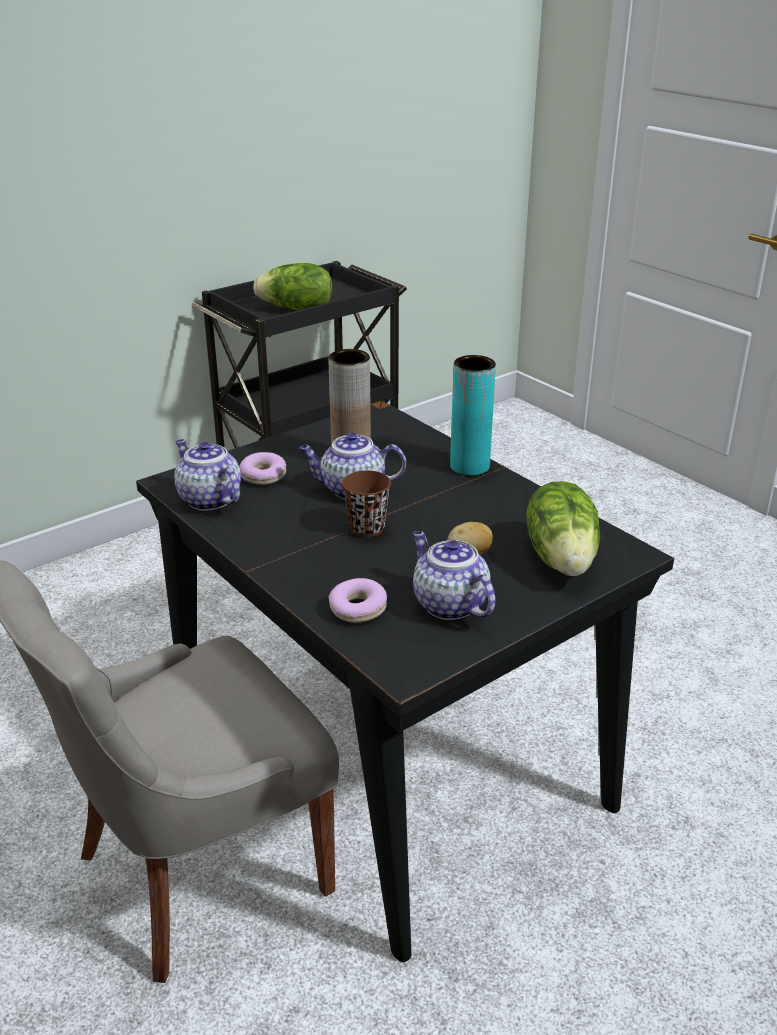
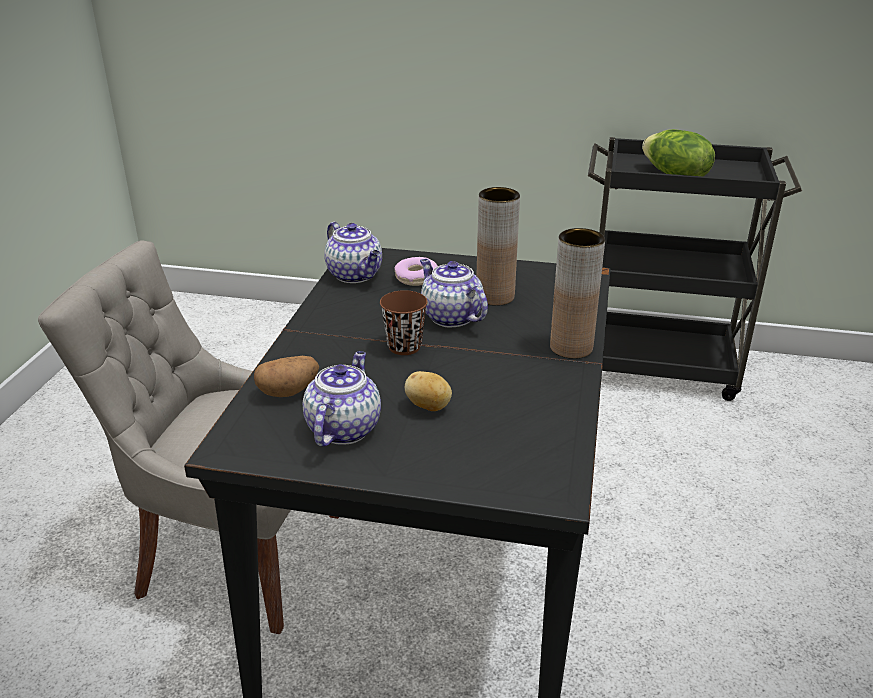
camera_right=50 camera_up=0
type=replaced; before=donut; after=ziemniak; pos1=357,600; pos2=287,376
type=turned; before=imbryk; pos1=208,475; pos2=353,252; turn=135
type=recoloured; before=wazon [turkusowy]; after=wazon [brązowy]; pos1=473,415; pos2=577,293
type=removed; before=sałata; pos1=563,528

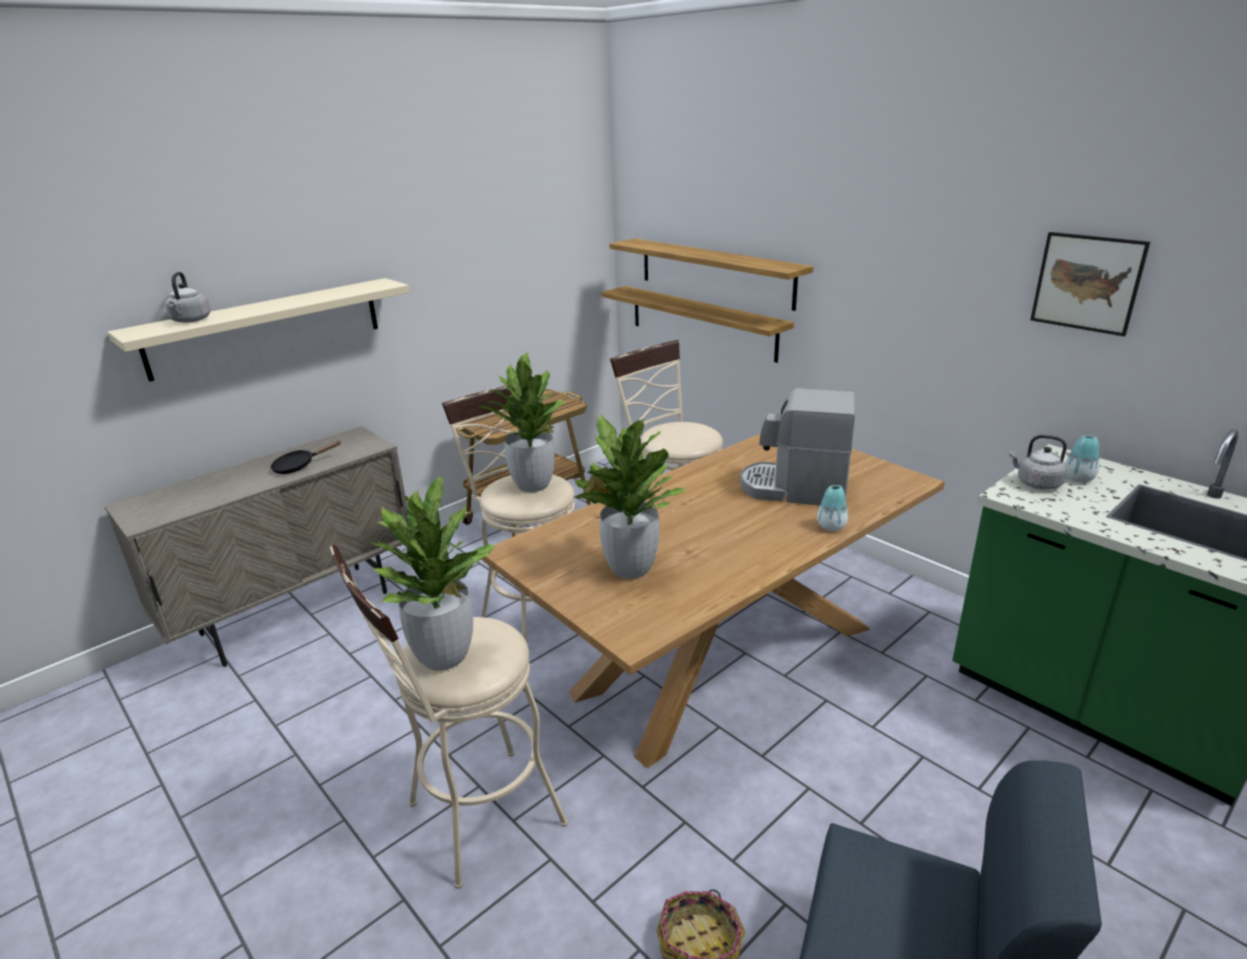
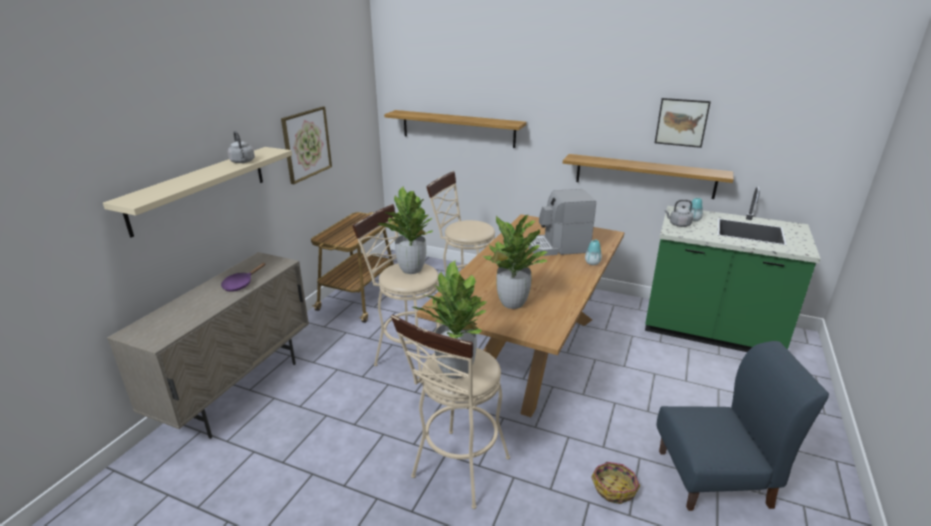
camera_right=-25 camera_up=0
type=recoloured; before=patelnia [czarny]; after=patelnia [fioletowy]; pos1=305,457; pos2=243,277
type=moved; before=czajnik [szary]; pos1=188,297; pos2=241,147
type=added; after=obraz; pos2=306,145
type=moved; before=półka; pos1=697,324; pos2=648,176

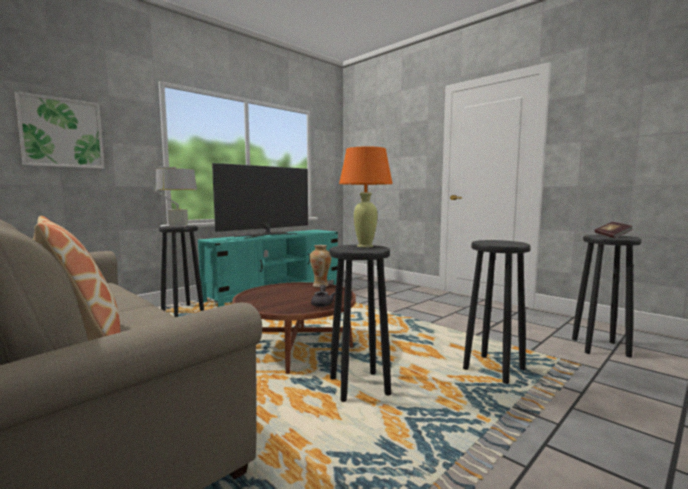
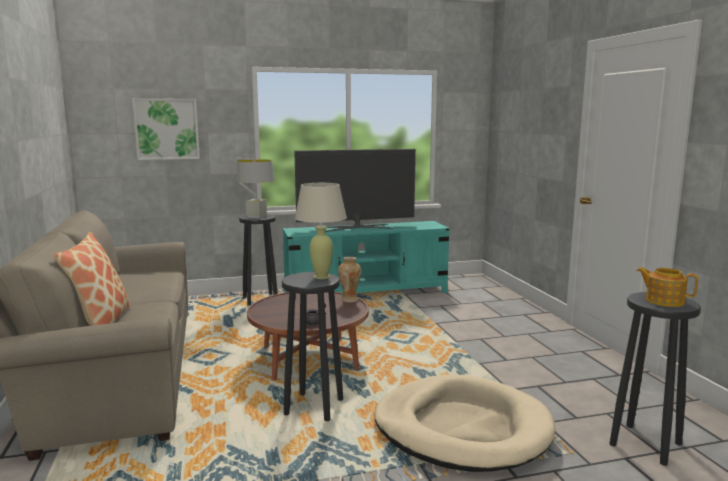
camera_right=30 camera_up=5
type=recoloured; before=lampa stołowa [pomarańczowy]; after=lampa stołowa [beżowy]; pos1=366,197; pos2=321,231
type=replaced; before=stołek [czarny]; after=legowisko [beżowy]; pos1=497,312; pos2=464,423
type=replaced; before=książka; after=imbryk; pos1=613,230; pos2=667,287

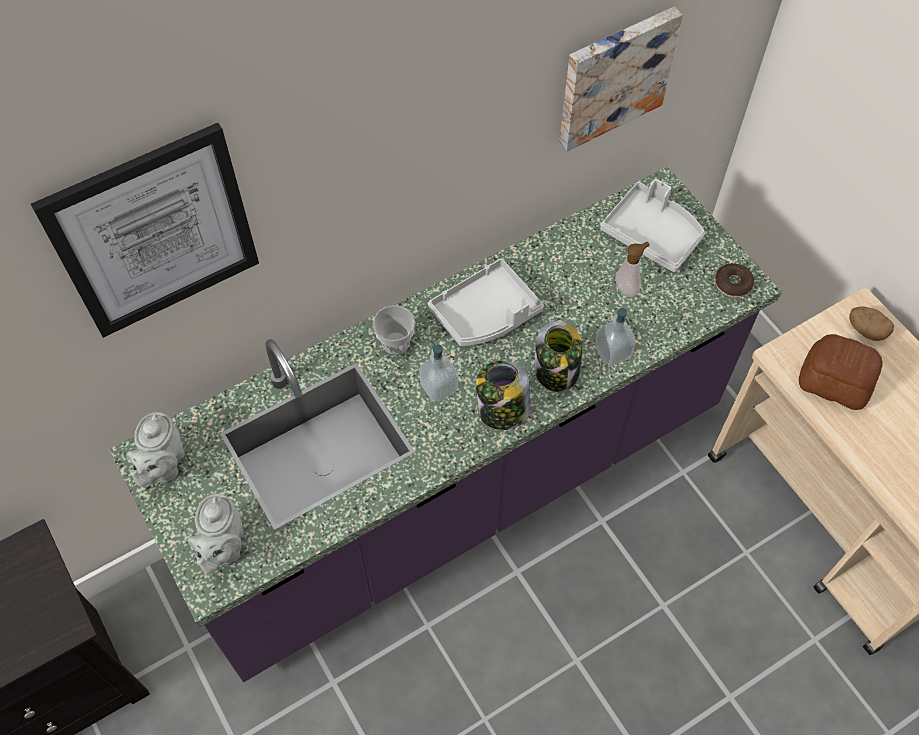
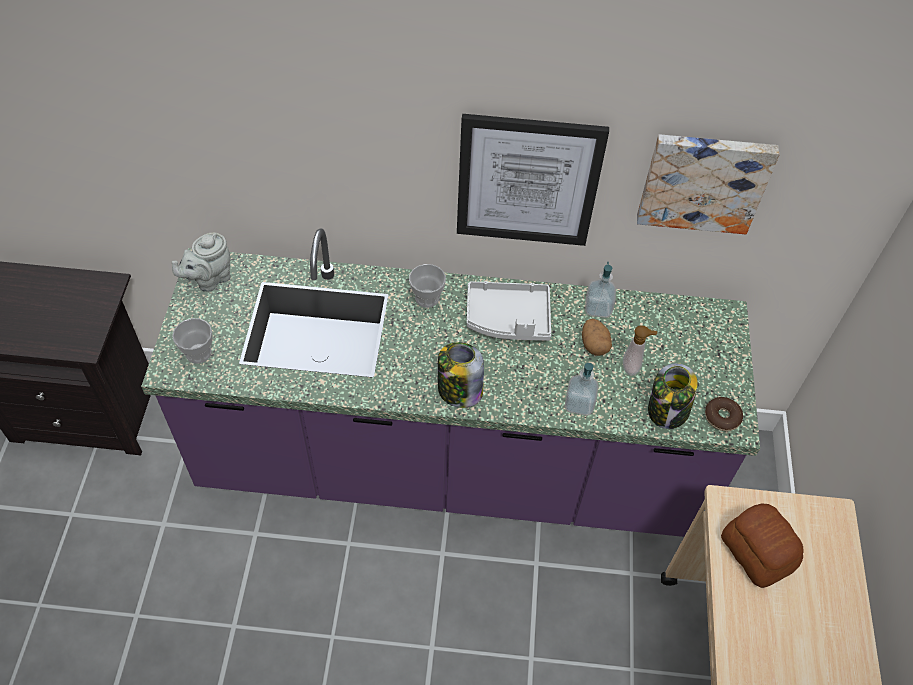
camera_right=35 camera_up=-5
type=replaced; before=imbryk [szary]; after=filiżanka; pos1=216,534; pos2=192,341
type=moved; before=obraz; pos1=145,230; pos2=533,180
type=moved; before=ziemniak; pos1=871,323; pos2=597,337
type=moved; before=dozownik mydła; pos1=438,371; pos2=600,289
type=moved; before=słoik; pos1=558,356; pos2=673,396
type=removed; before=taca [szary]; pos1=652,225

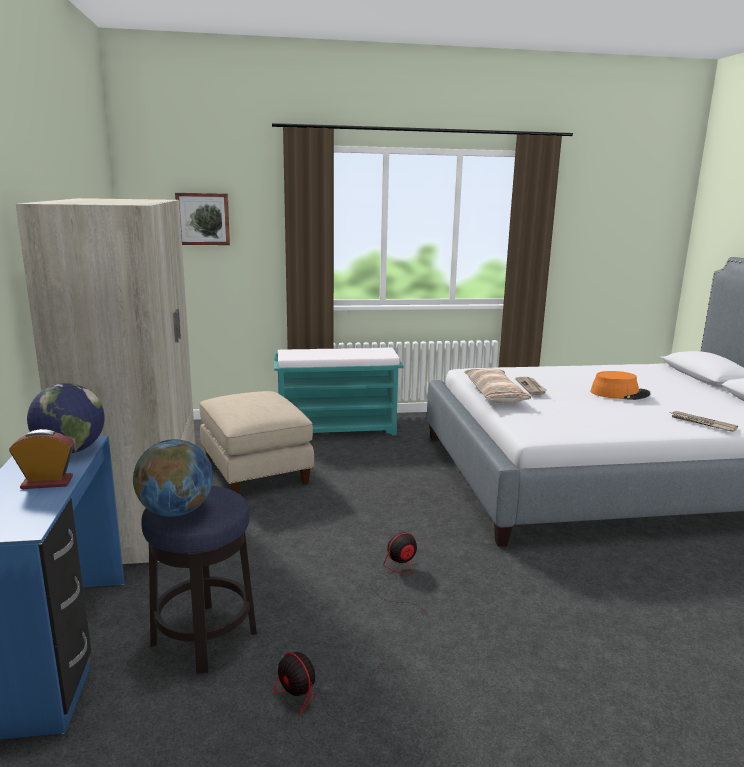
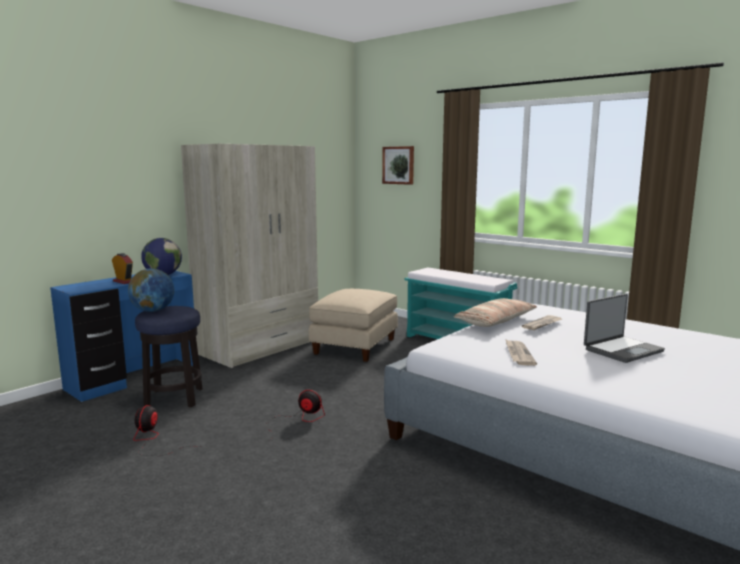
camera_right=50 camera_up=-5
type=moved; before=gazeta; pos1=704,421; pos2=521,352
type=replaced; before=kapelusz [pomarańczowy]; after=laptop; pos1=621,385; pos2=624,328

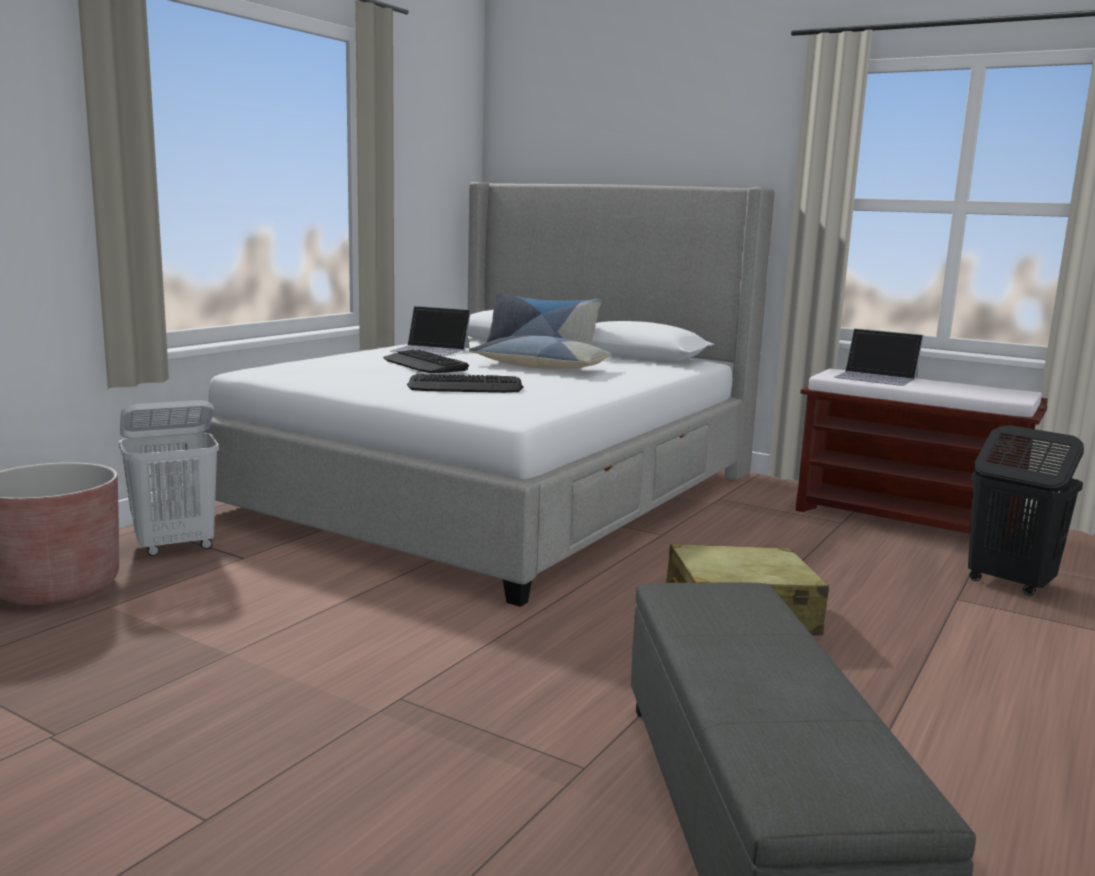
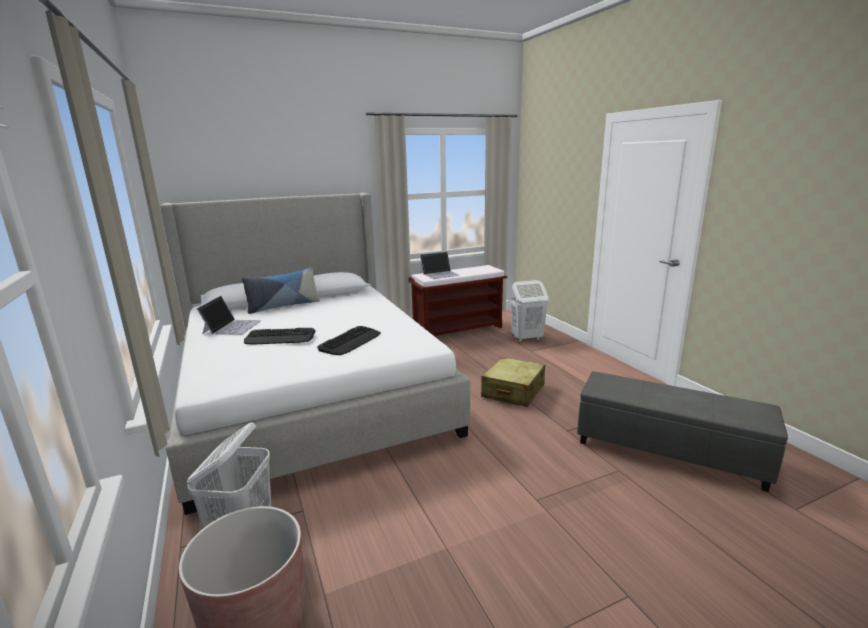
camera_right=-55 camera_up=5
type=turned; before=laptop; pos1=430,331; pos2=228,315; turn=-45
type=recoloured; before=kosz na pranie [czarny]; after=kosz na pranie [biały]; pos1=1026,510; pos2=529,311
type=removed; before=poduszka; pos1=540,352

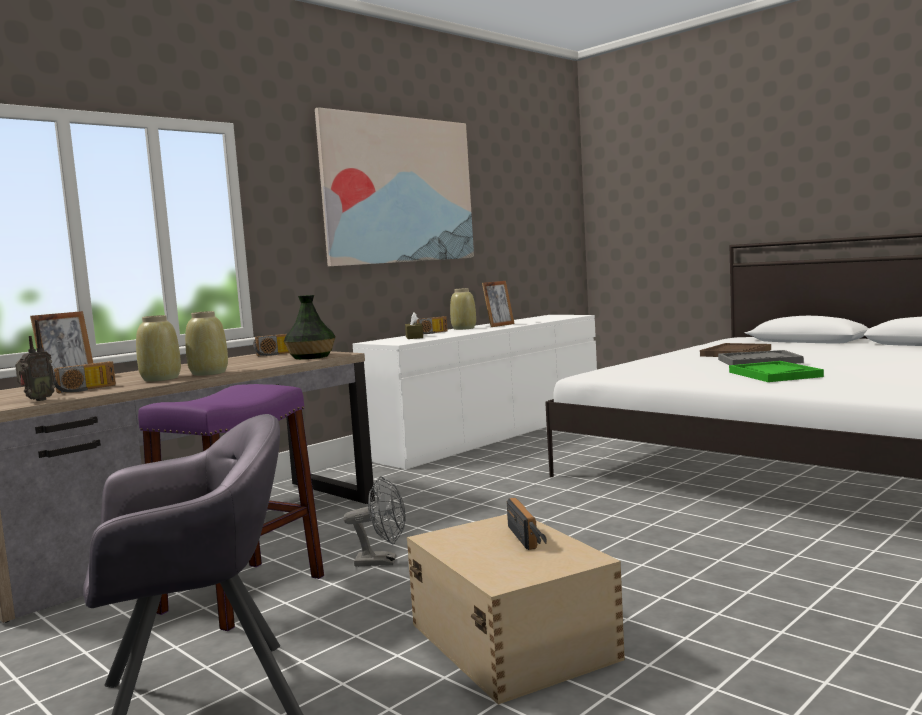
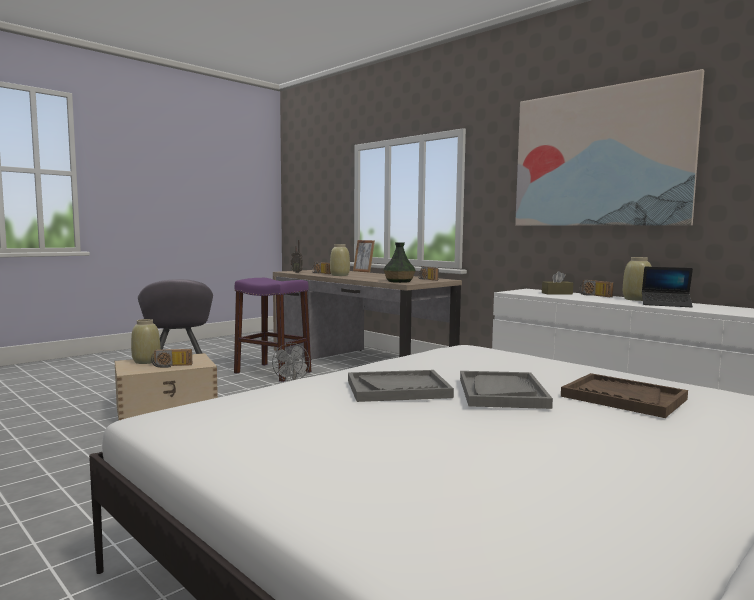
camera_right=90 camera_up=0
type=moved; before=wazon [beżowy]; pos1=206,343; pos2=145,341
type=recoloured; before=taca [zielony]; after=taca [szary]; pos1=776,371; pos2=401,386
type=replaced; before=ramka na zdjęcie; after=laptop; pos1=498,304; pos2=667,287

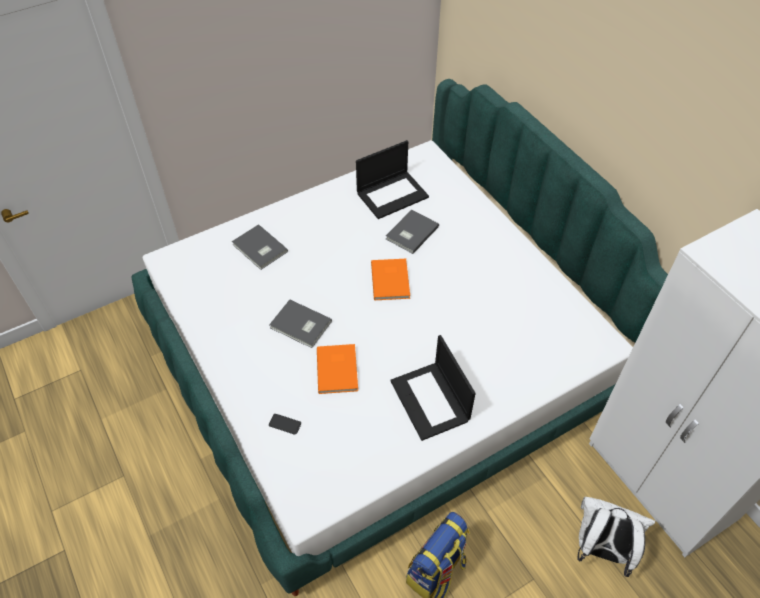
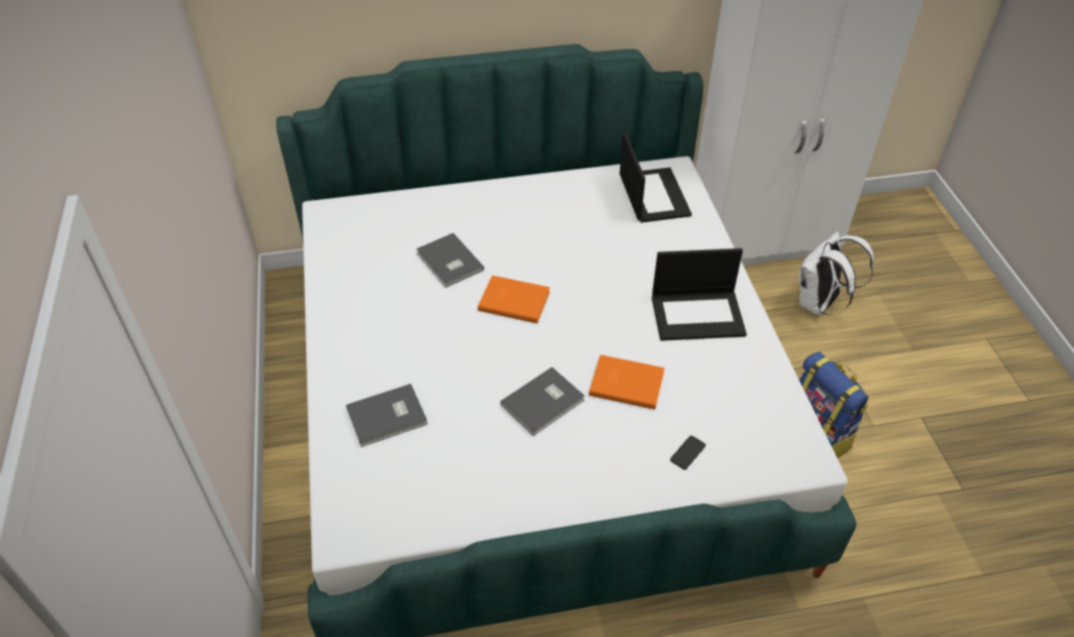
camera_right=-70 camera_up=-5
type=moved; before=laptop; pos1=392,179; pos2=656,177

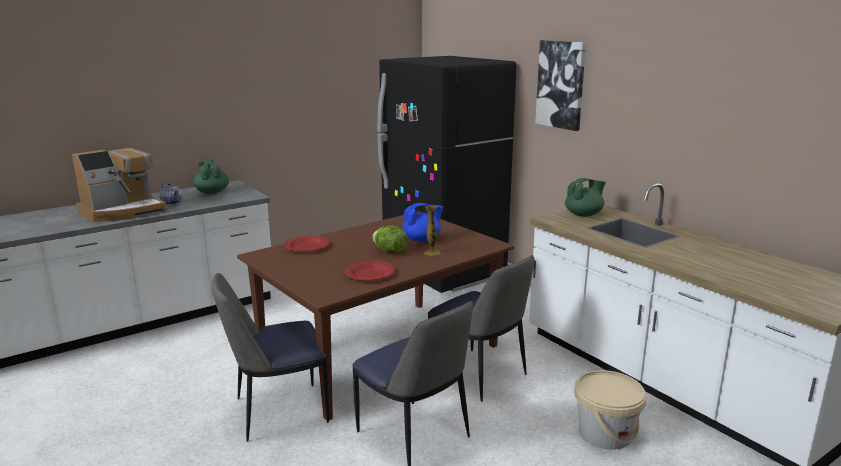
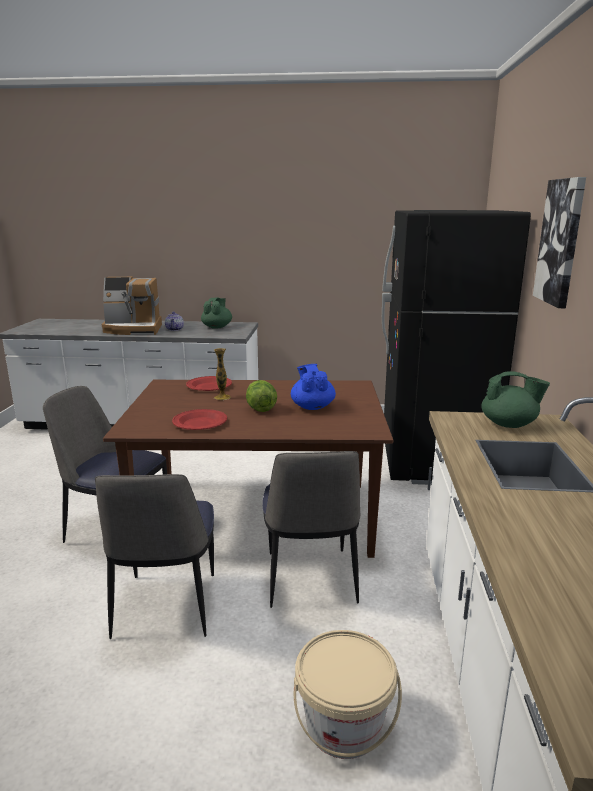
camera_right=40 camera_up=0
type=moved; before=wazon; pos1=432,231; pos2=222,374
type=turned; before=imbryk [niebieski]; pos1=422,222; pos2=313,387; turn=-120

